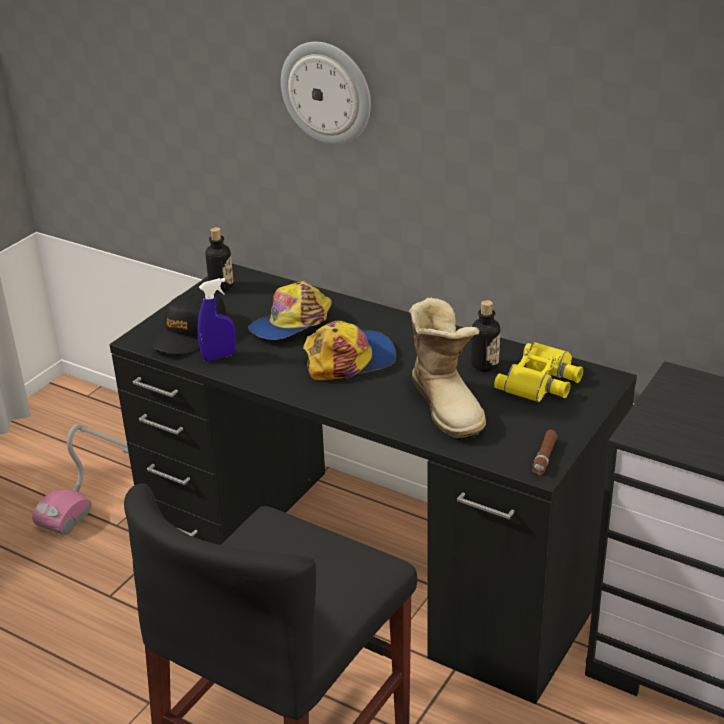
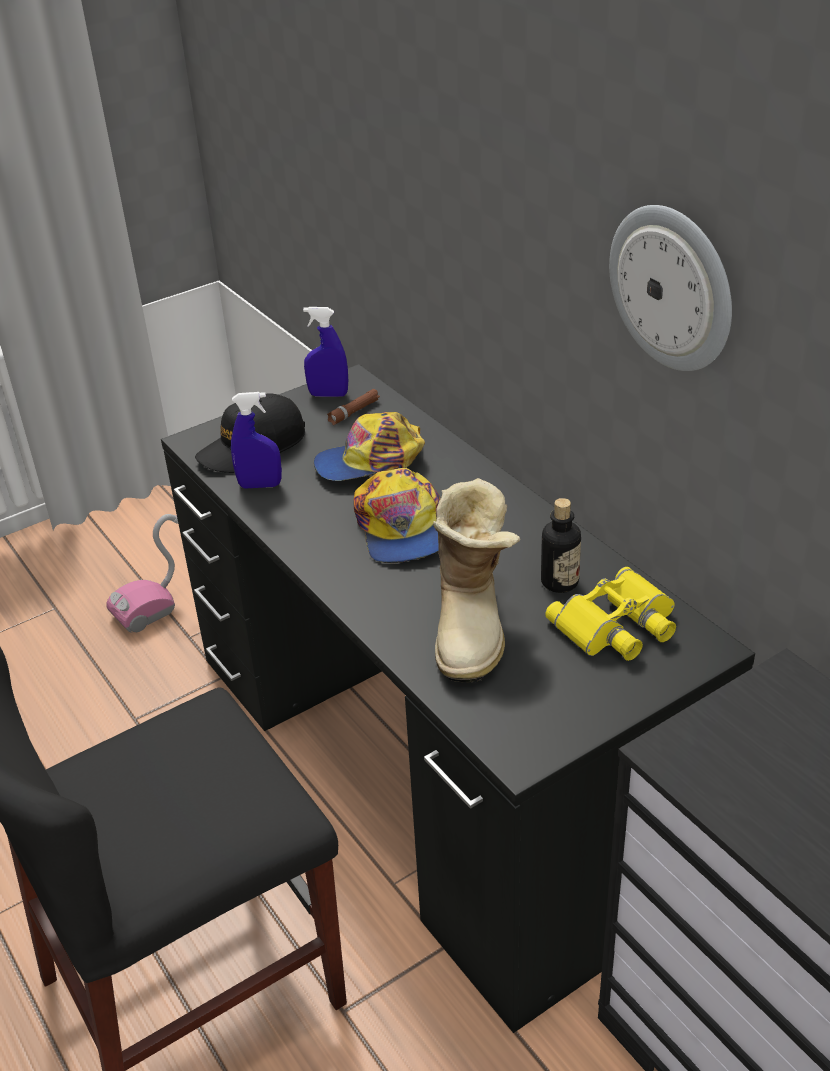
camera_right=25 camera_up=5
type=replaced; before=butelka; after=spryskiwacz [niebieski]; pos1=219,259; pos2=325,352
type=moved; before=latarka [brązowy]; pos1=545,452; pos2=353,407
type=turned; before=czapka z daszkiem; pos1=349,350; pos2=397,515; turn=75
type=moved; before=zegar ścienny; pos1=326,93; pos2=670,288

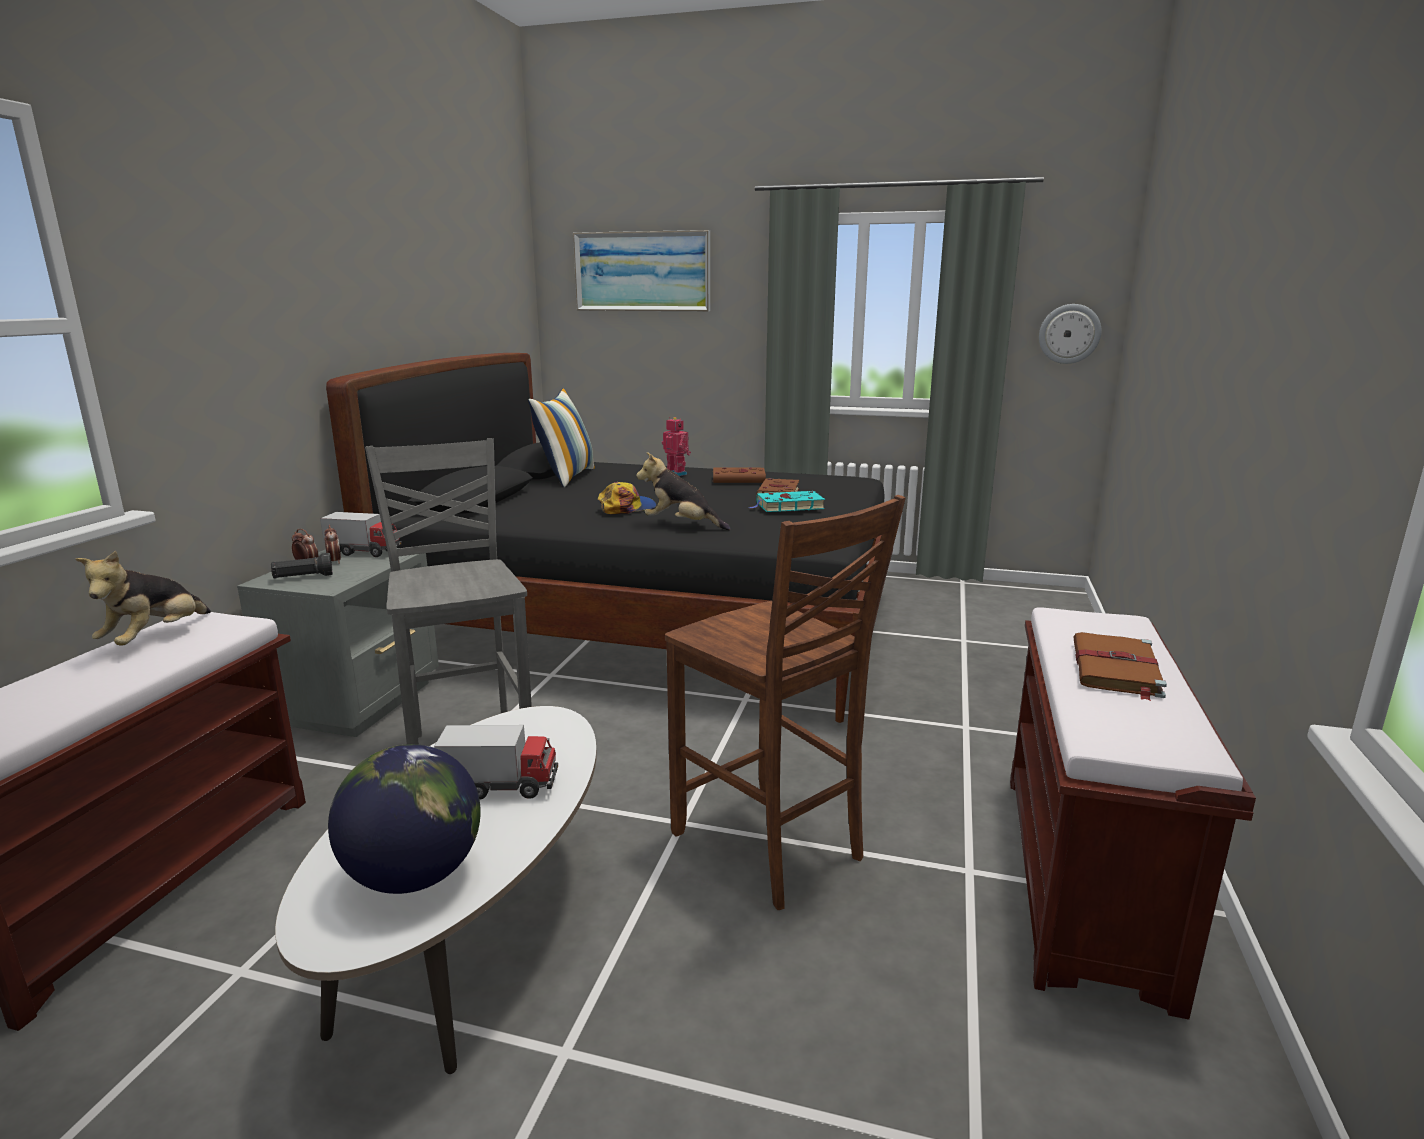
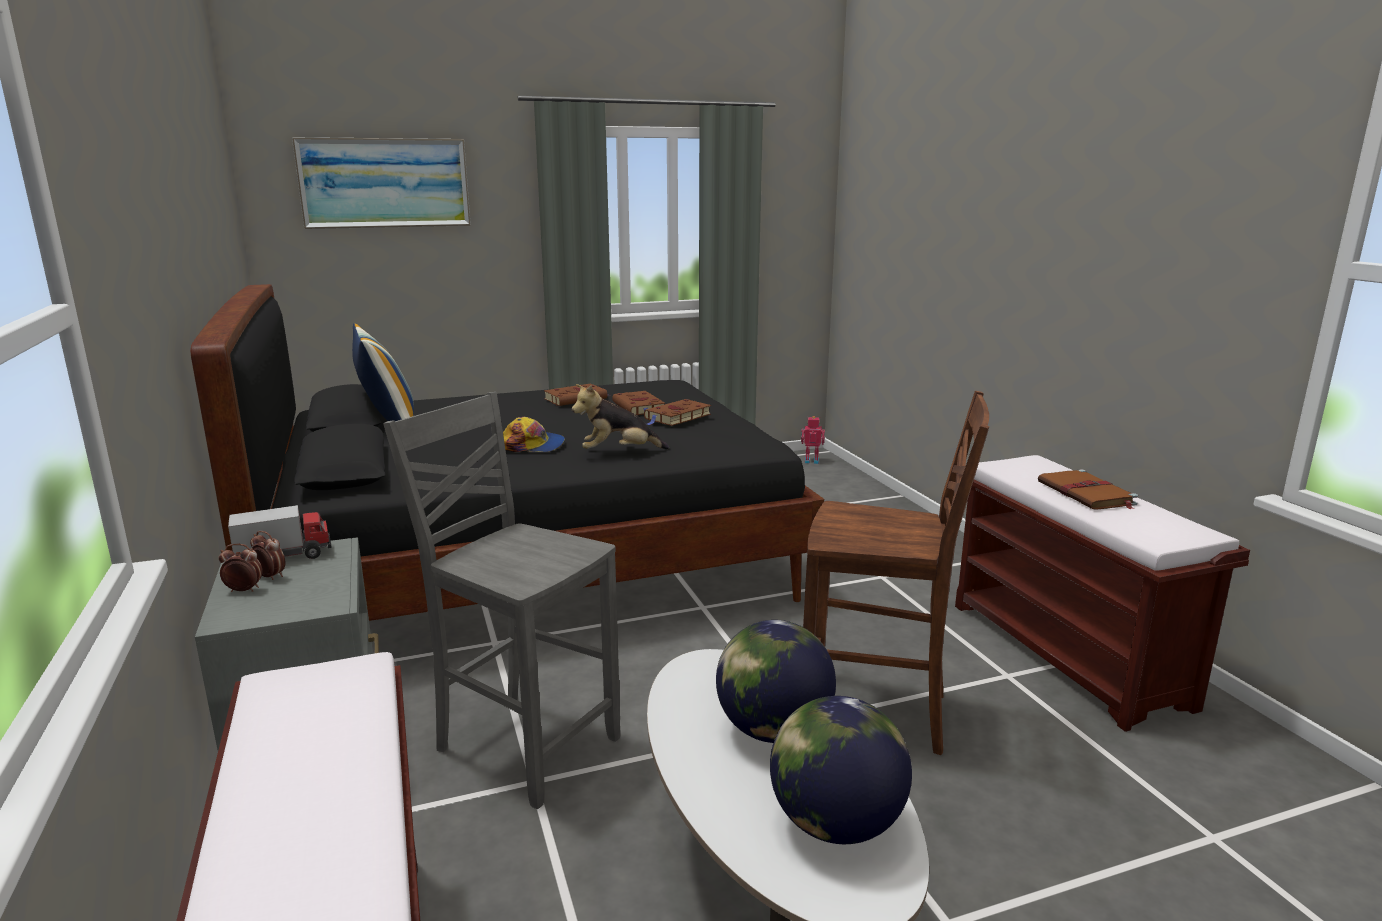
camera_right=-35 camera_up=0
type=turned; before=czapka z daszkiem; pos1=627,498; pos2=534,434; turn=75
type=recoloured; before=książka [turkusowy]; after=książka [brązowy]; pos1=787,501; pos2=677,412
type=replaced; before=ciężarówka zabawkowa; after=globus; pos1=496,762; pos2=776,681
type=moved; before=robot zabawkowy; pos1=676,446; pos2=813,440
type=removed; before=pluszak; pos1=143,598
type=removed; before=latarka [czarny]; pos1=302,566
type=removed; before=zegar ścienny; pos1=1070,334

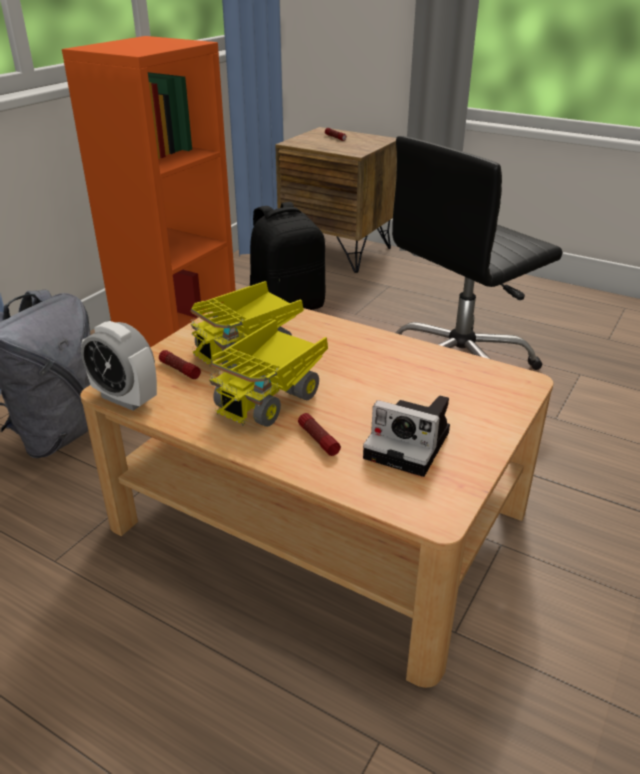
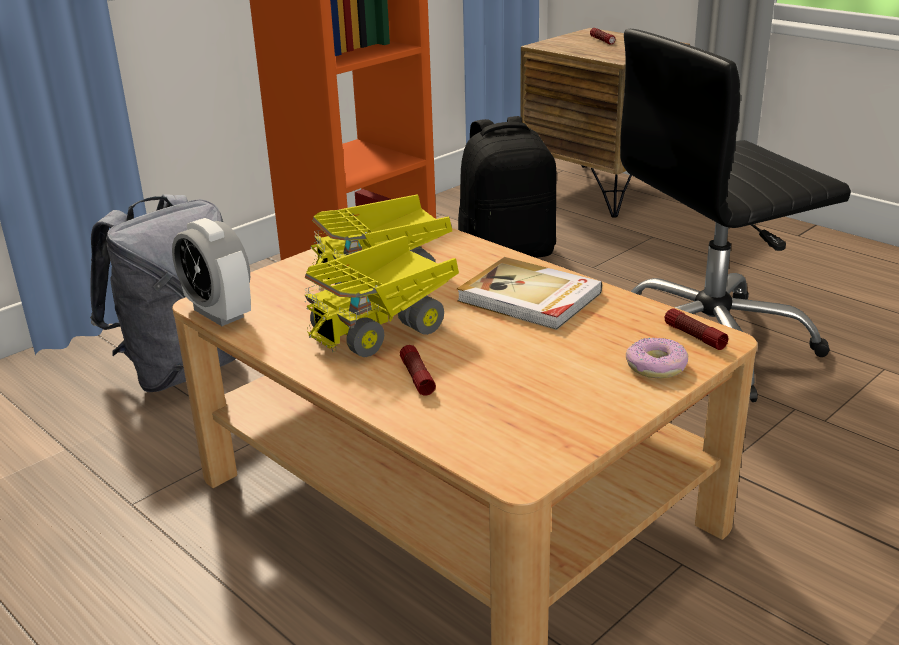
camera_right=15 camera_up=-5
type=added; after=książka; pos2=529,293
type=added; after=donut; pos2=657,358
type=moved; before=latarka; pos1=180,364; pos2=696,329
type=removed; before=aparat fotograficzny; pos1=406,436

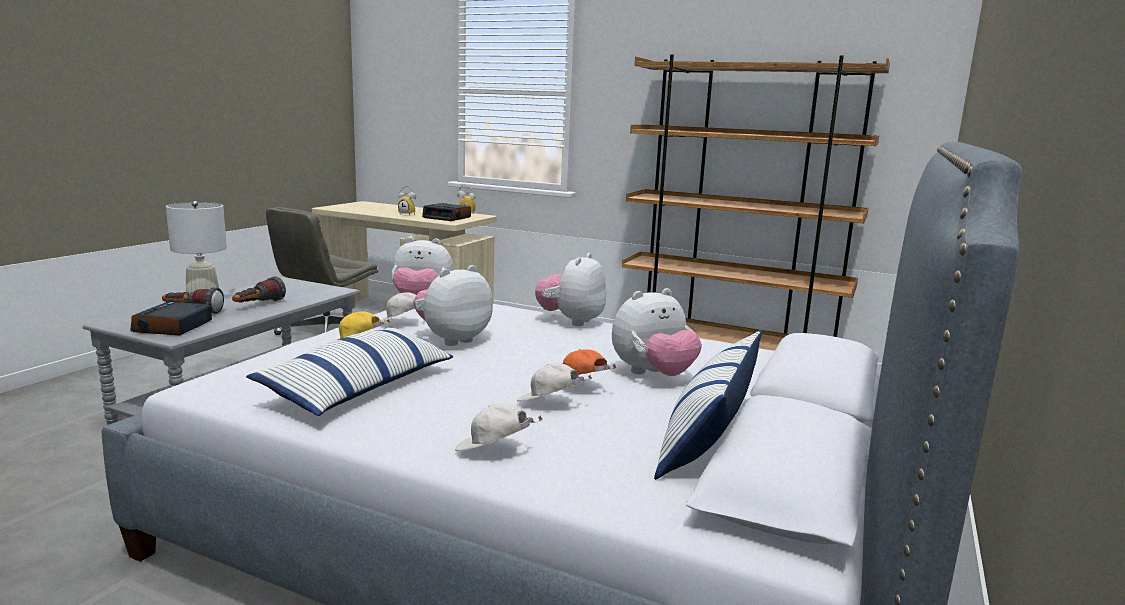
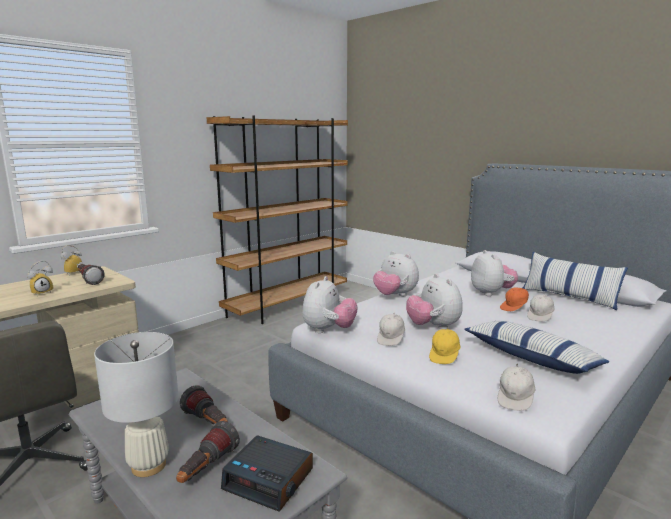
camera_right=-70 camera_up=0
type=replaced; before=budzik; after=latarka; pos1=446,212; pos2=91,274
type=moved; before=czapka z daszkiem [biały]; pos1=499,427; pos2=516,387

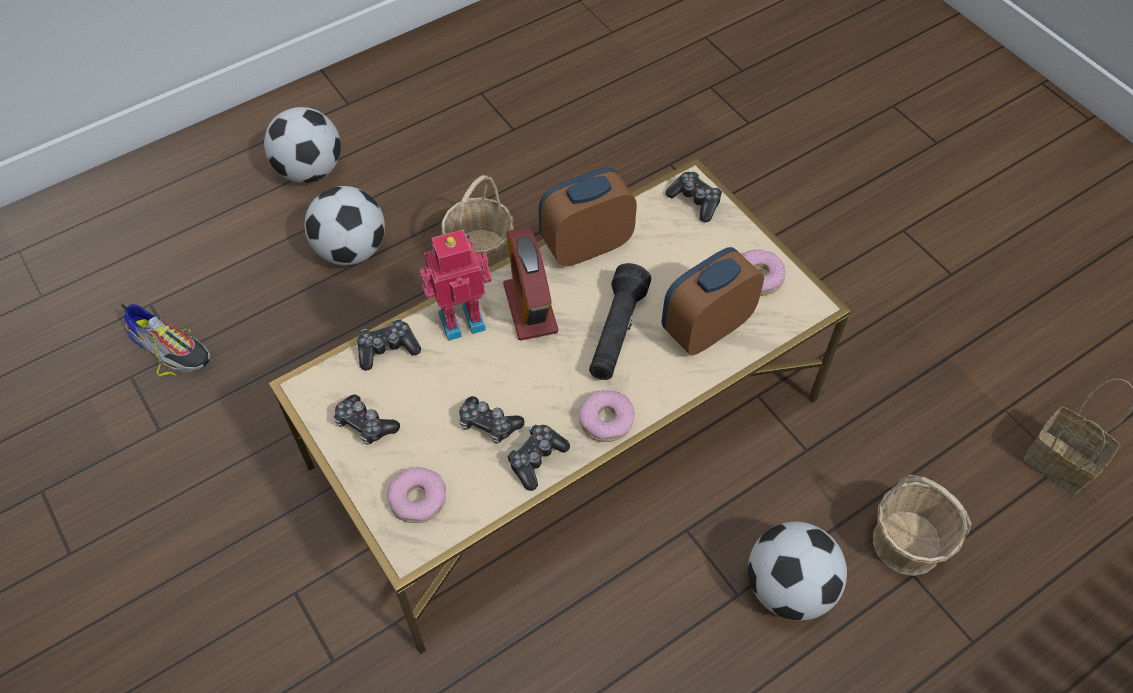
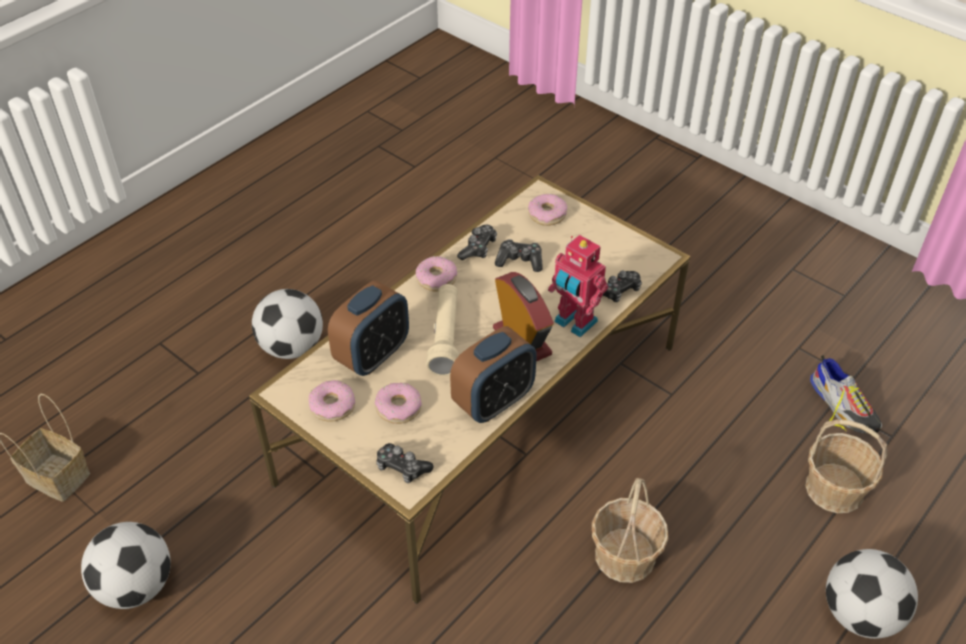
camera_right=165 camera_up=-10
type=moved; before=piłka futbolowa; pos1=345,225; pos2=126,565
type=added; after=donut; pos2=398,403
type=recoloured; before=latarka [czarny]; after=latarka [beżowy]; pos1=620,321; pos2=442,330
type=turned; before=robot zabawkowy; pos1=456,285; pos2=578,286; turn=75
type=moved; before=koszyk; pos1=922,525; pos2=846,466
type=turned; before=but; pos1=165,340; pos2=846,394; turn=-135
type=removed; before=pad do gier; pos1=367,419

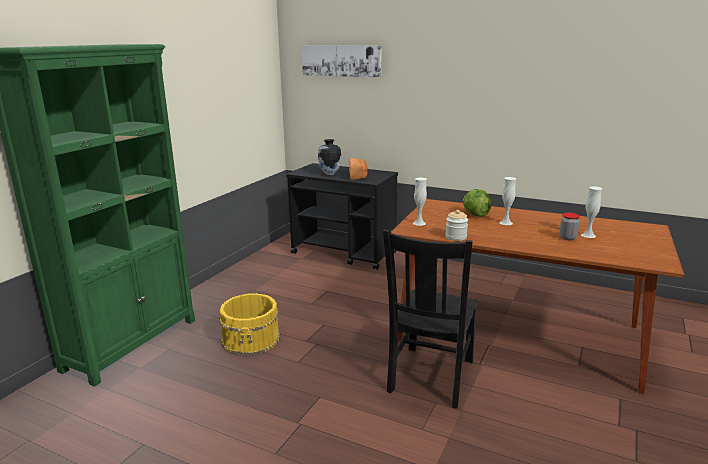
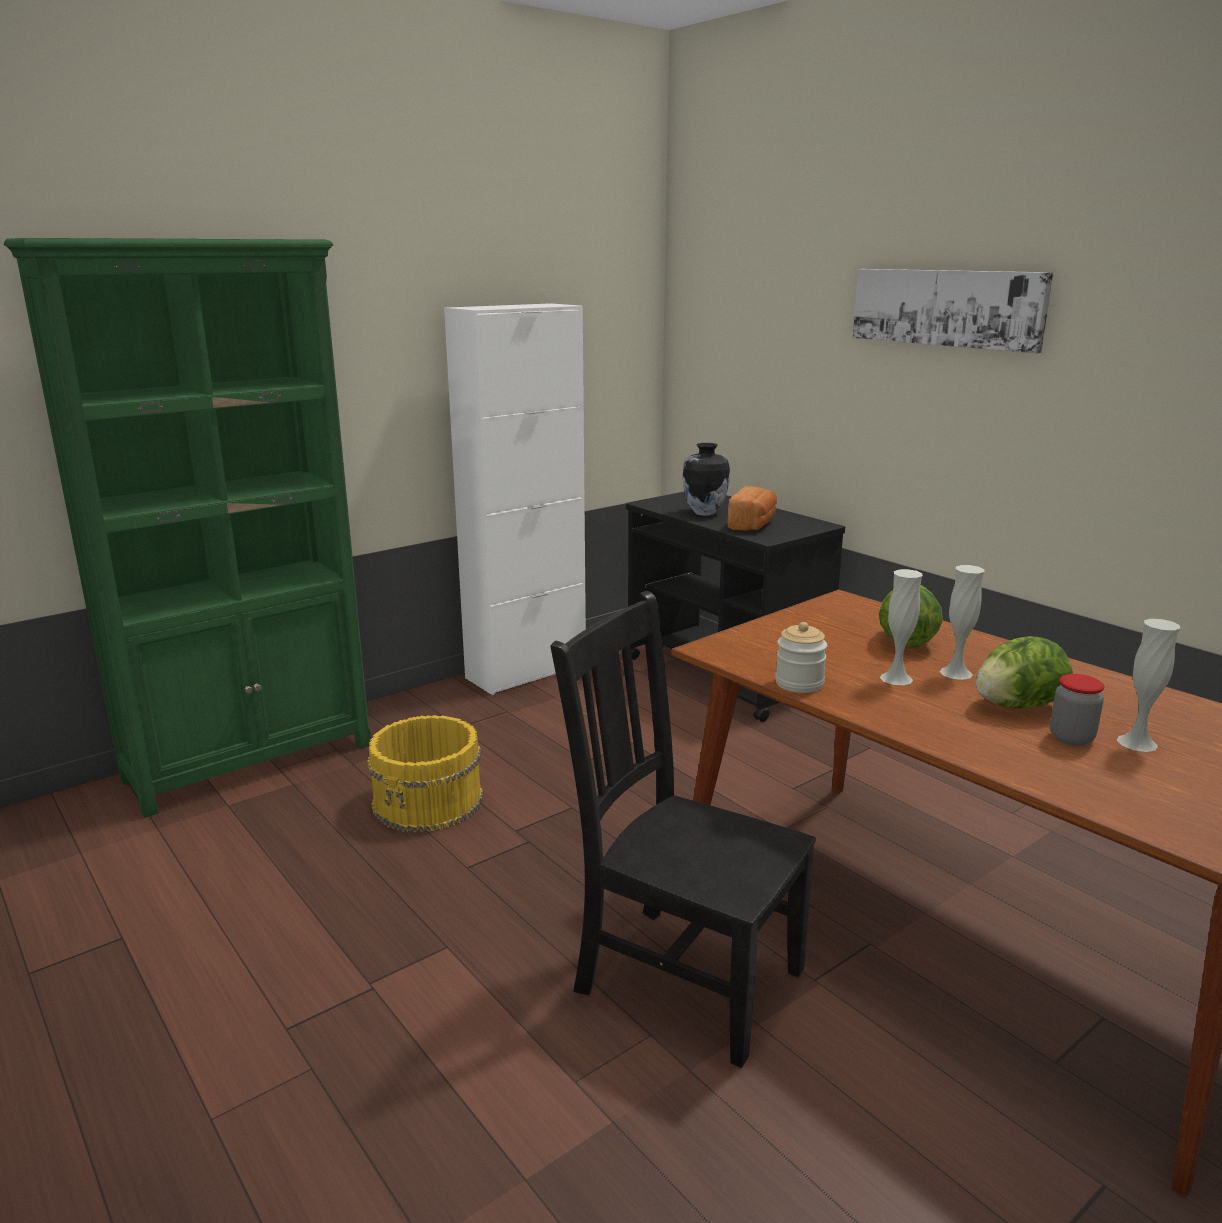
camera_right=25 camera_up=0
type=added; after=szafka [biały]; pos2=515,499
type=turned; before=krzesło [czarny]; pos1=430,319; pos2=683,829; turn=75
type=moved; before=obraz; pos1=342,61; pos2=953,311
type=moved; before=wazon [biały]; pos1=420,202; pos2=901,627
type=added; after=sałata; pos2=1024,672

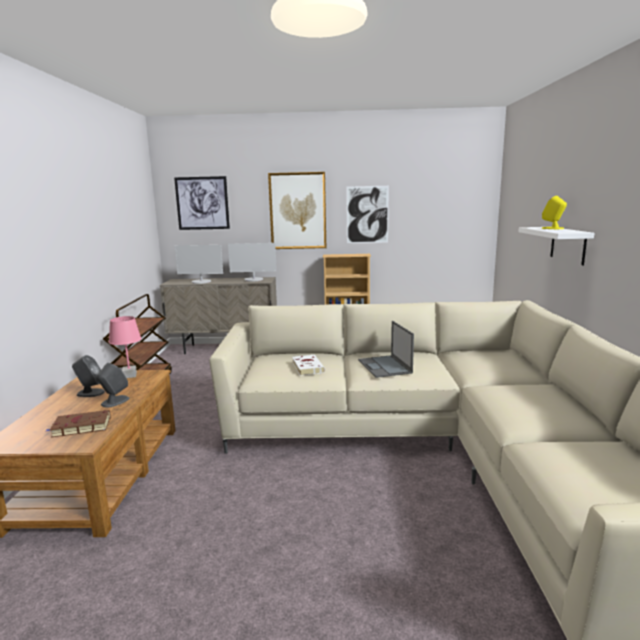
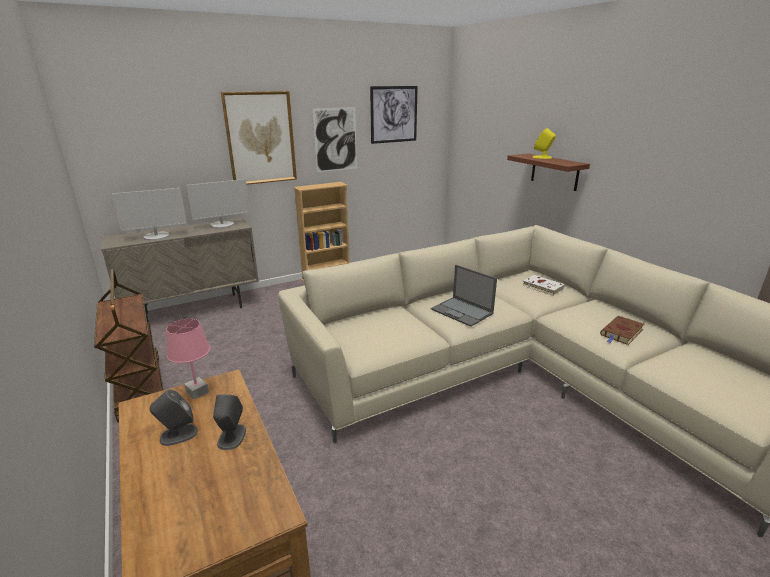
camera_right=-30 camera_up=10
type=moved; before=obraz; pos1=202,203; pos2=394,115
type=recoloured; before=półka [biały]; after=półka [brązowy]; pos1=556,246; pos2=548,172
type=moved; before=książka [biały]; pos1=308,365; pos2=543,285
type=moved; before=książka [brązowy]; pos1=78,423; pos2=622,330

